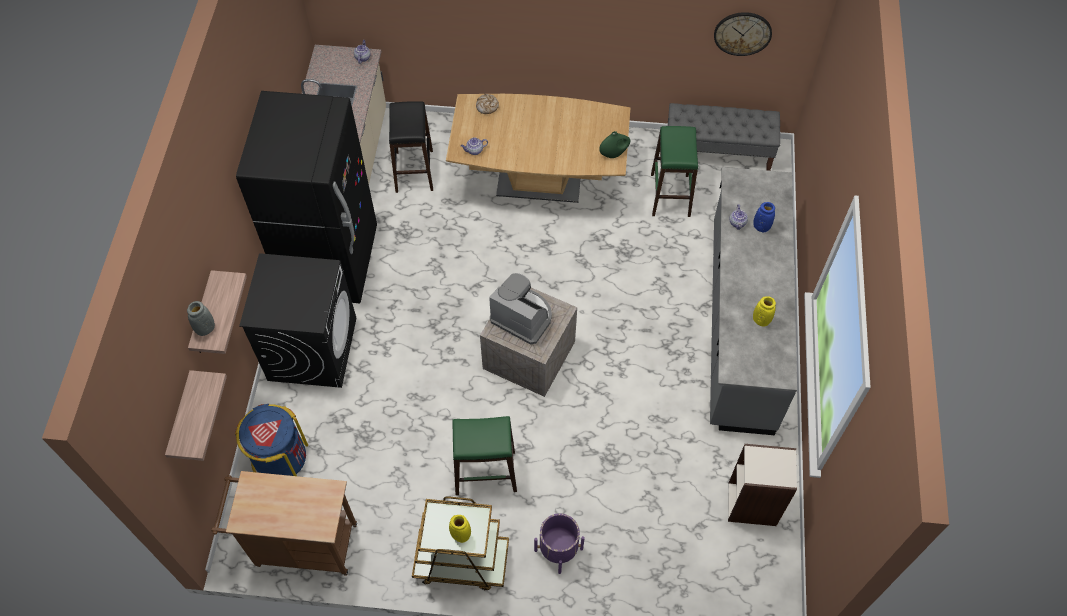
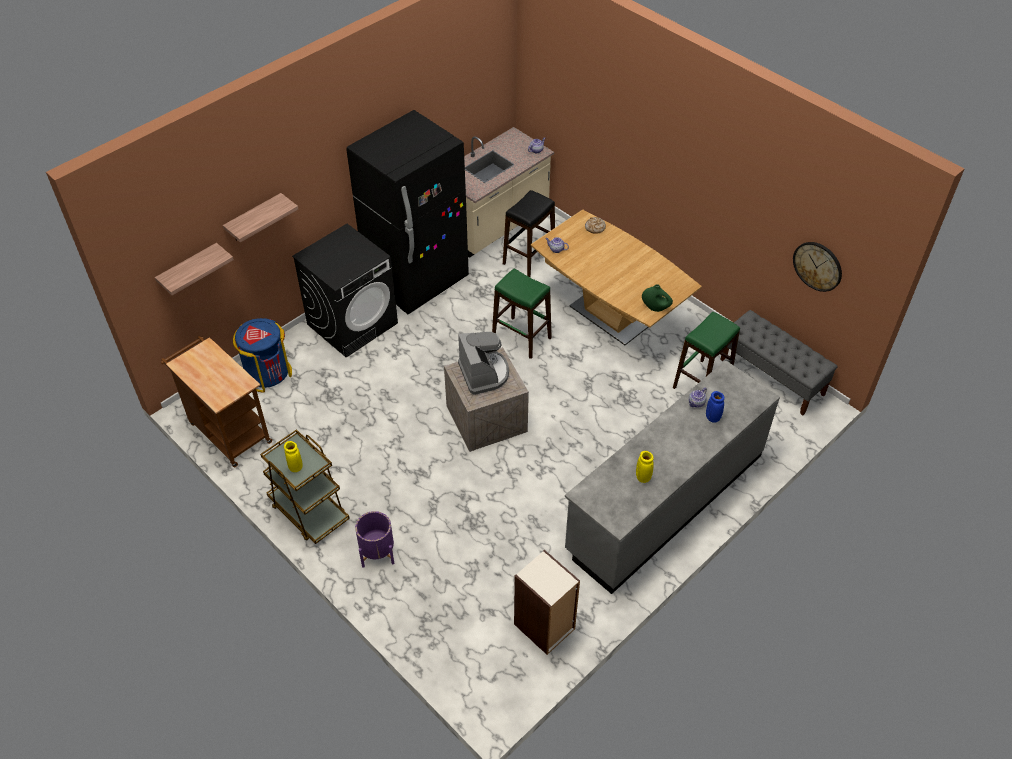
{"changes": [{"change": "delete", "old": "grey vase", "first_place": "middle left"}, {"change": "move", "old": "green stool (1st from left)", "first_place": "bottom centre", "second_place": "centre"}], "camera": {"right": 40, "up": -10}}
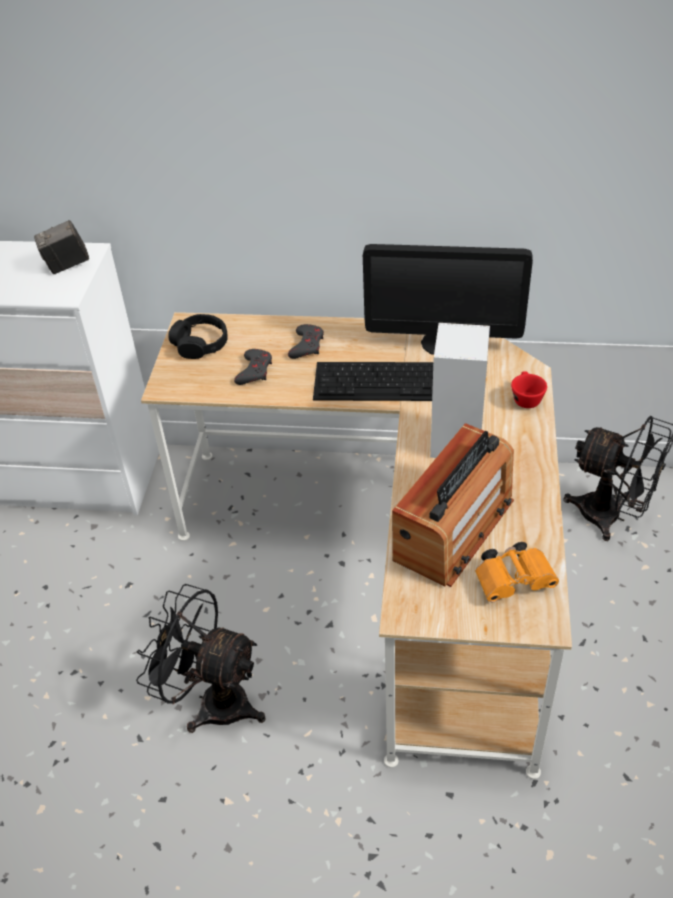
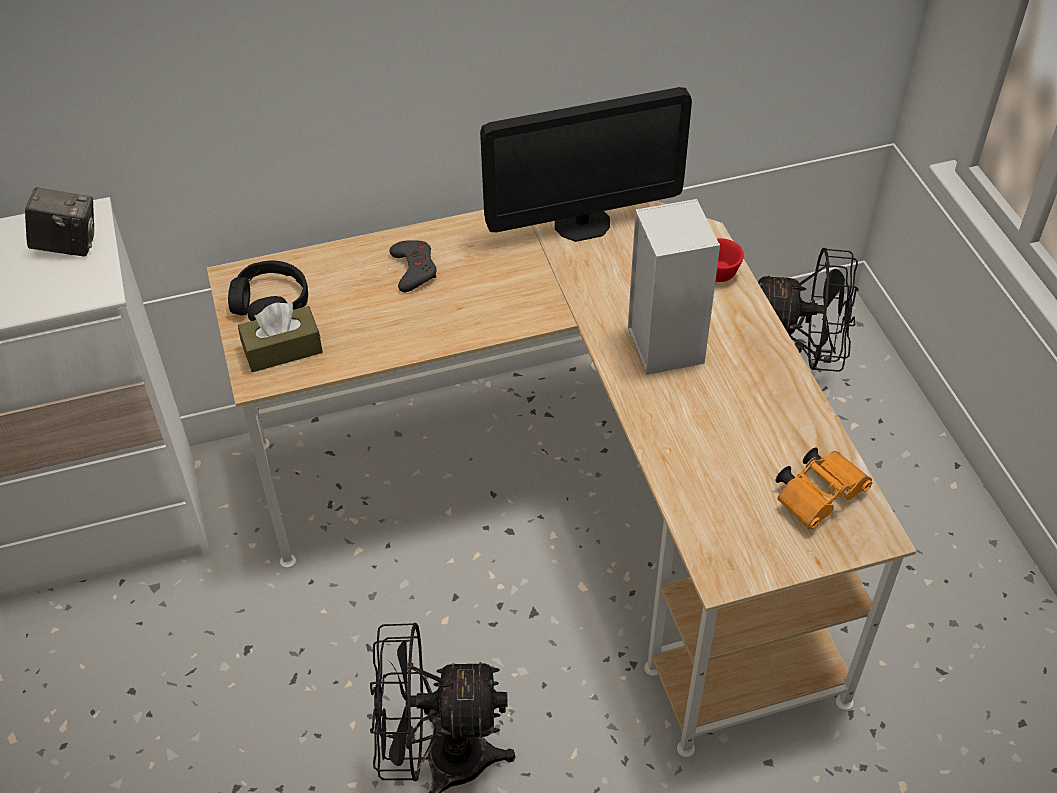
{"changes": [{"change": "delete", "old": "grey game controller (1st from left)", "first_place": "centre"}, {"change": "delete", "old": "keyboard", "first_place": "centre"}, {"change": "delete", "old": "radio", "first_place": "middle right"}, {"change": "insert", "new": "brown tissue box", "second_place": "middle left"}, {"change": "rotate", "old": "photo camera", "first_place": "top left", "second_place": "top left", "degrees": -135}], "camera": {"right": -25, "up": 5}}
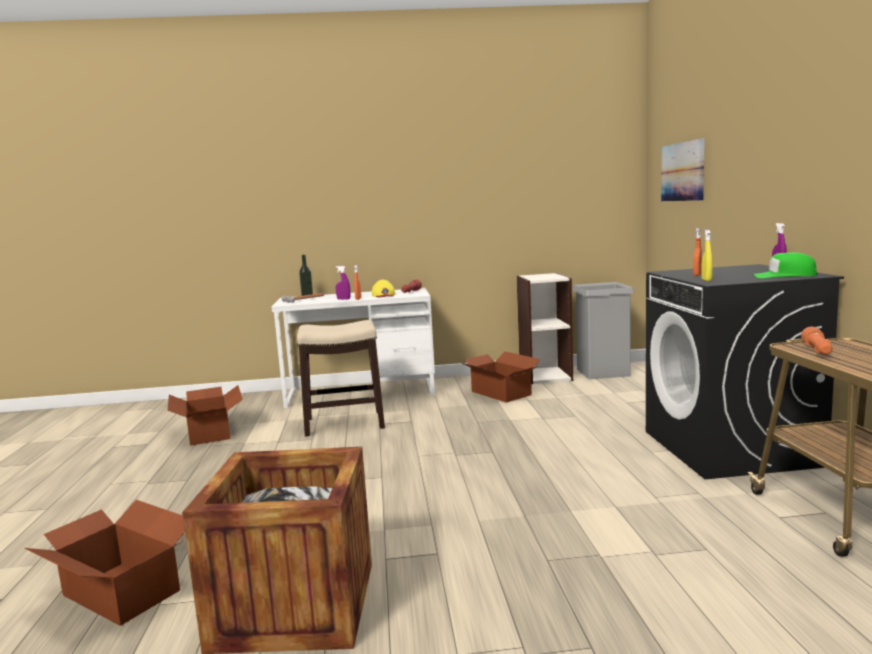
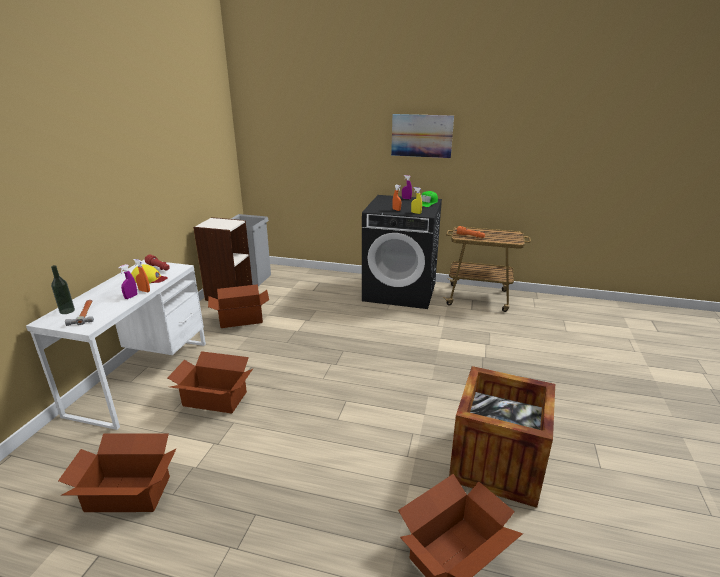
{"changes": [{"change": "move", "old": "picture", "first_place": "top right", "second_place": "top centre"}, {"change": "replace", "old": "stool", "new": "cardboard box (2nd from left)", "first_place": "centre", "second_place": "middle left"}], "camera": {"right": -70, "up": 15}}
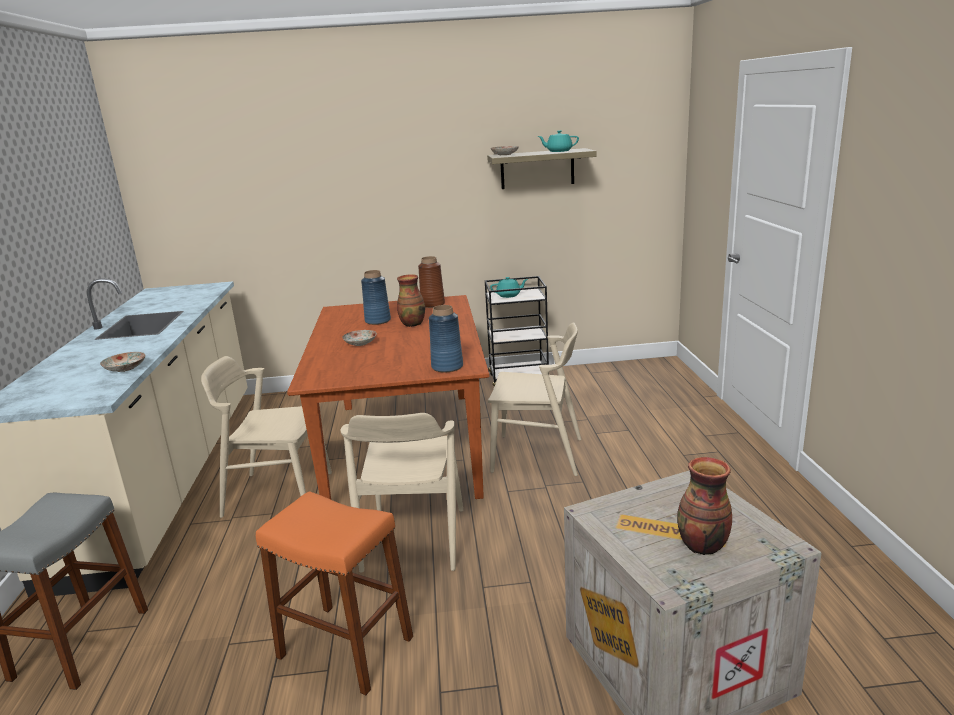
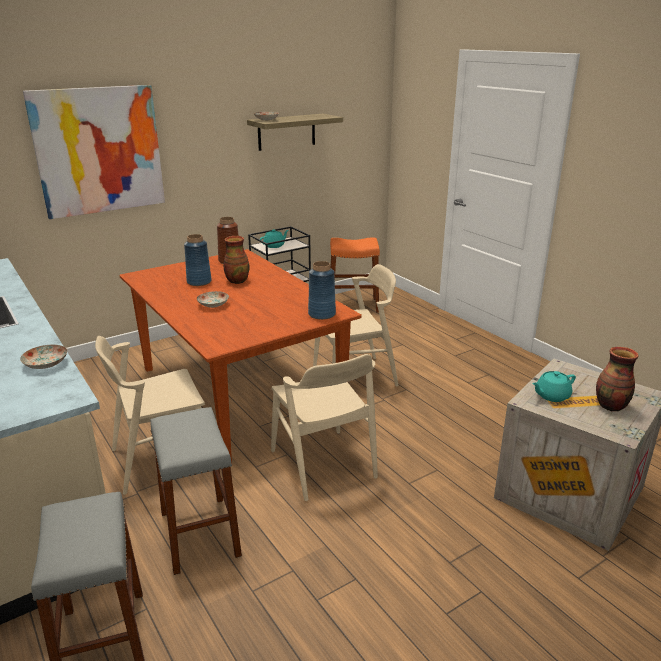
{"changes": [{"change": "insert", "new": "picture", "second_place": "top left"}, {"change": "insert", "new": "grey stool (2nd from left)", "second_place": "bottom left"}, {"change": "move", "old": "orange stool", "first_place": "bottom centre", "second_place": "centre"}, {"change": "move", "old": "turquoise teapot (2nd from left)", "first_place": "top centre", "second_place": "middle right"}], "camera": {"right": -30, "up": 5}}
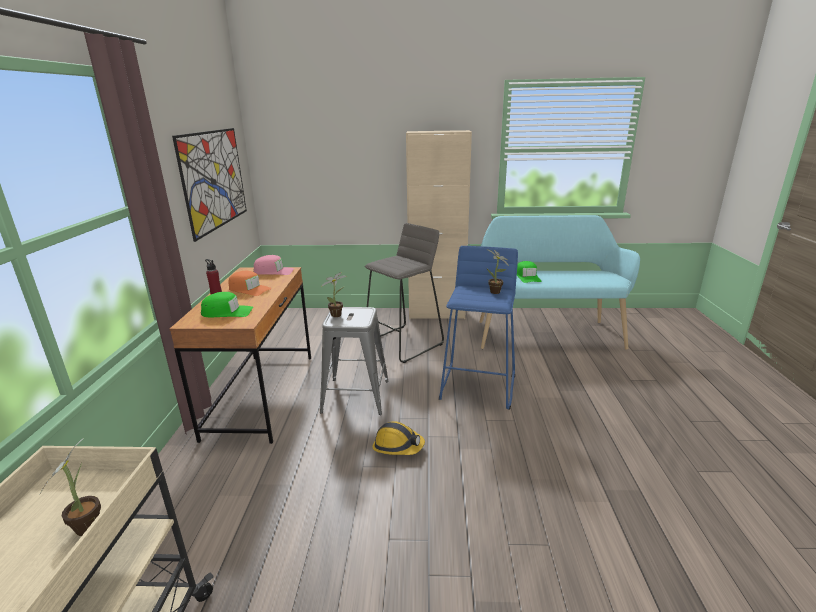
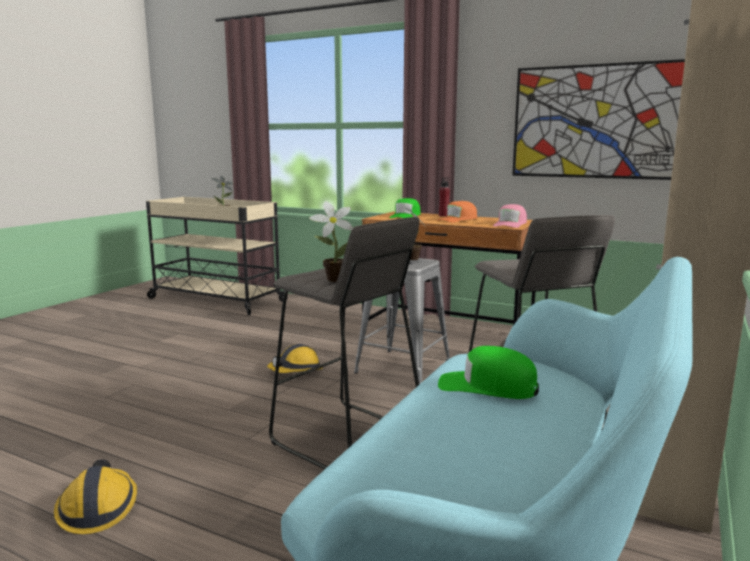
{"changes": [{"change": "insert", "new": "hard hat (1st from left)", "second_place": "bottom left"}, {"change": "recolor", "old": "blue stool", "new": "grey stool (1st from left)", "first_place": "centre", "second_place": "centre"}], "camera": {"right": 115, "up": -10}}
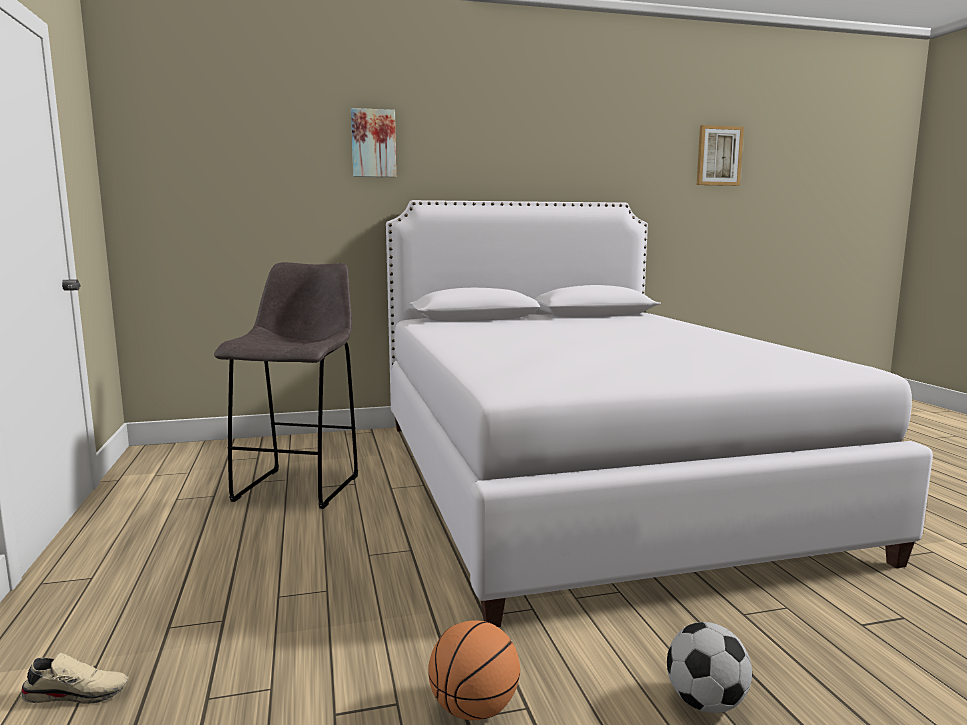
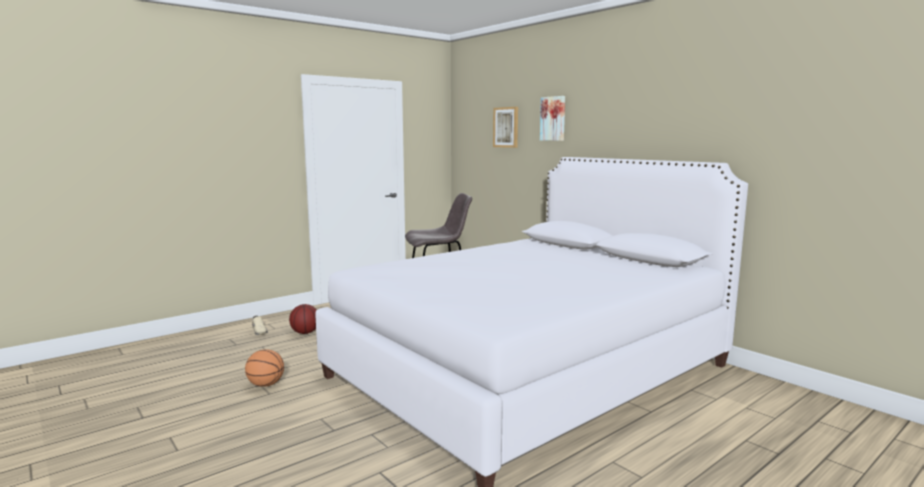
{"changes": [{"change": "delete", "old": "football", "first_place": "bottom right"}, {"change": "insert", "new": "basketball (2nd from left)", "second_place": "middle left"}, {"change": "move", "old": "picture (2nd from left in the first image)", "new": "picture (1st from left)", "first_place": "top right", "second_place": "top centre"}], "camera": {"right": 65, "up": 0}}
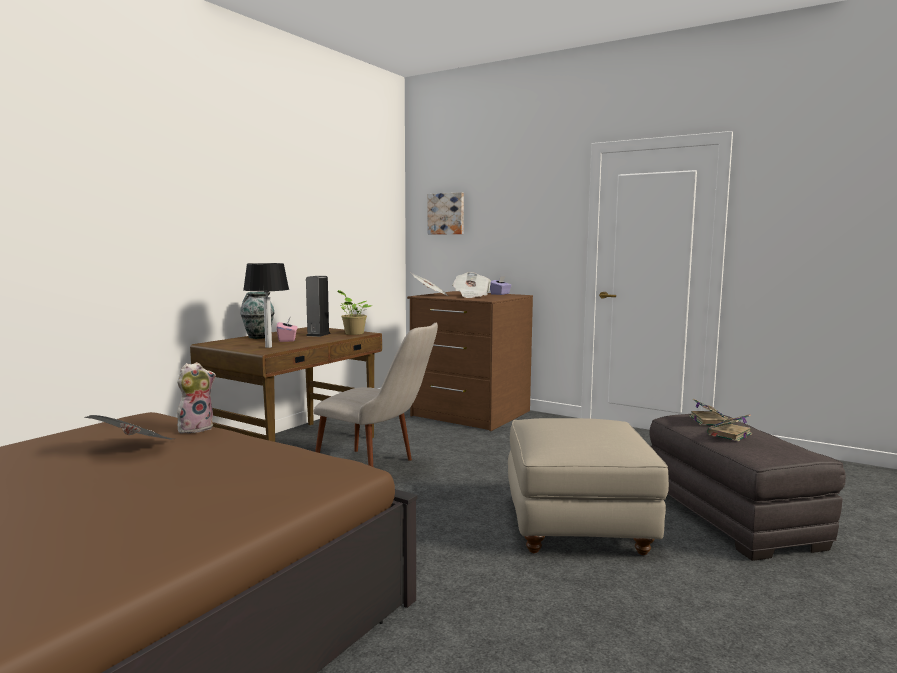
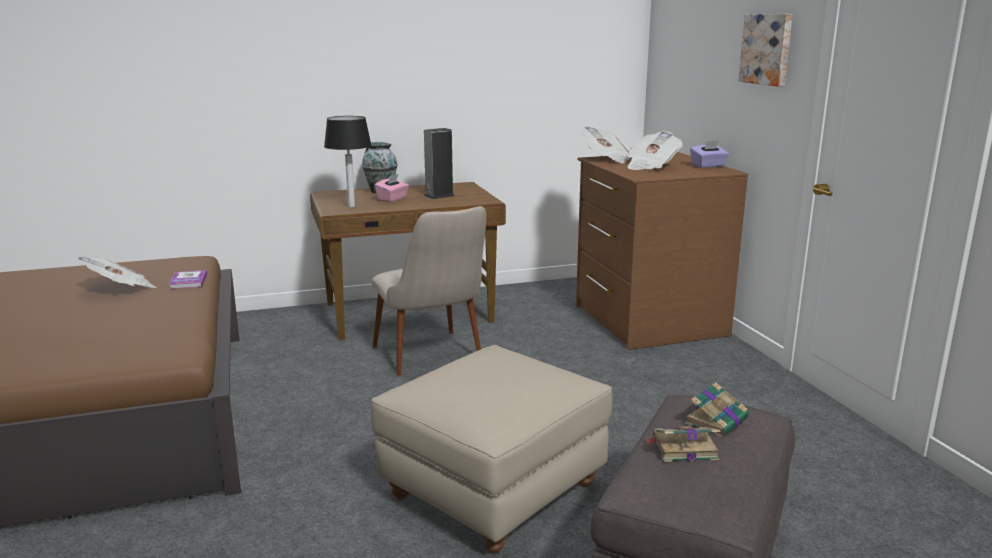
{"changes": [{"change": "delete", "old": "potted plant", "first_place": "centre"}, {"change": "move", "old": "picture", "first_place": "top centre", "second_place": "top right"}, {"change": "replace", "old": "plush toy", "new": "book (1st from left)", "first_place": "middle left", "second_place": "middle left"}], "camera": {"right": 40, "up": 10}}
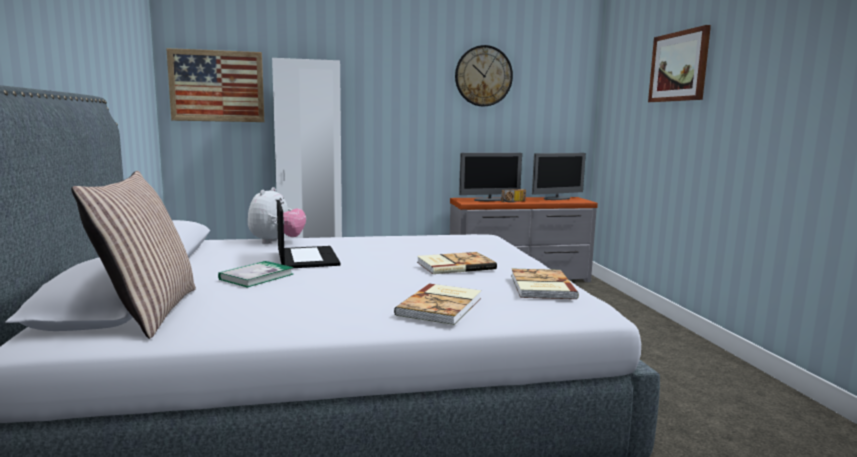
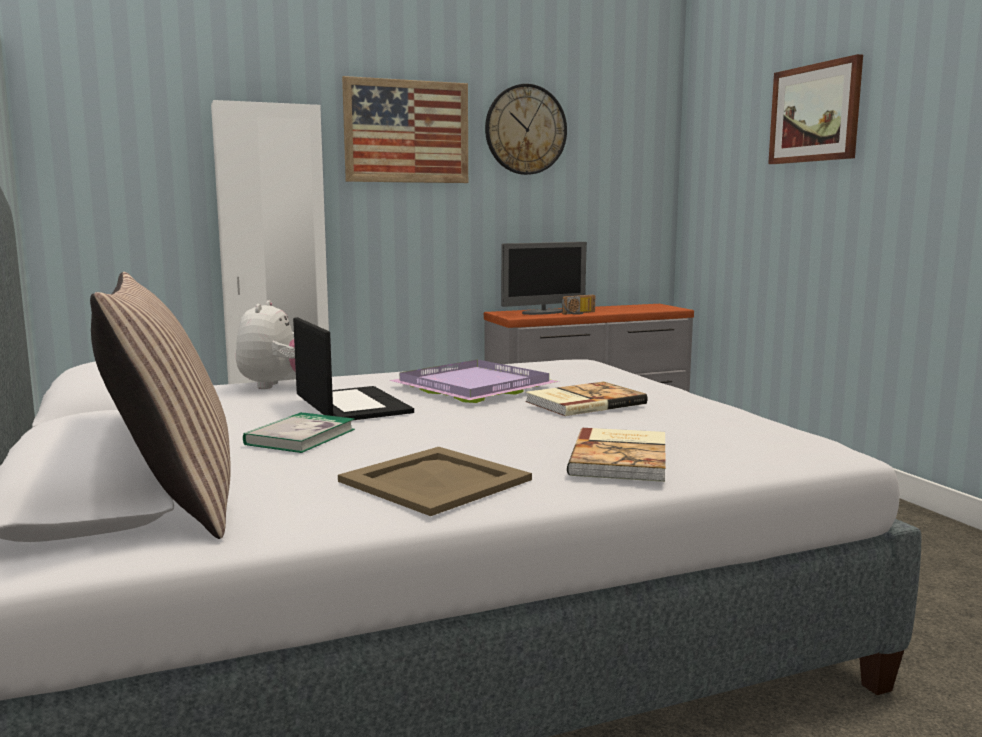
{"changes": [{"change": "delete", "old": "book (4th from left)", "first_place": "centre"}, {"change": "delete", "old": "monitor (2nd from left)", "first_place": "centre"}, {"change": "insert", "new": "beige tray", "second_place": "centre"}, {"change": "insert", "new": "purple tray", "second_place": "centre"}, {"change": "move", "old": "picture (1st from left)", "first_place": "top left", "second_place": "top centre"}], "camera": {"right": -10, "up": 0}}
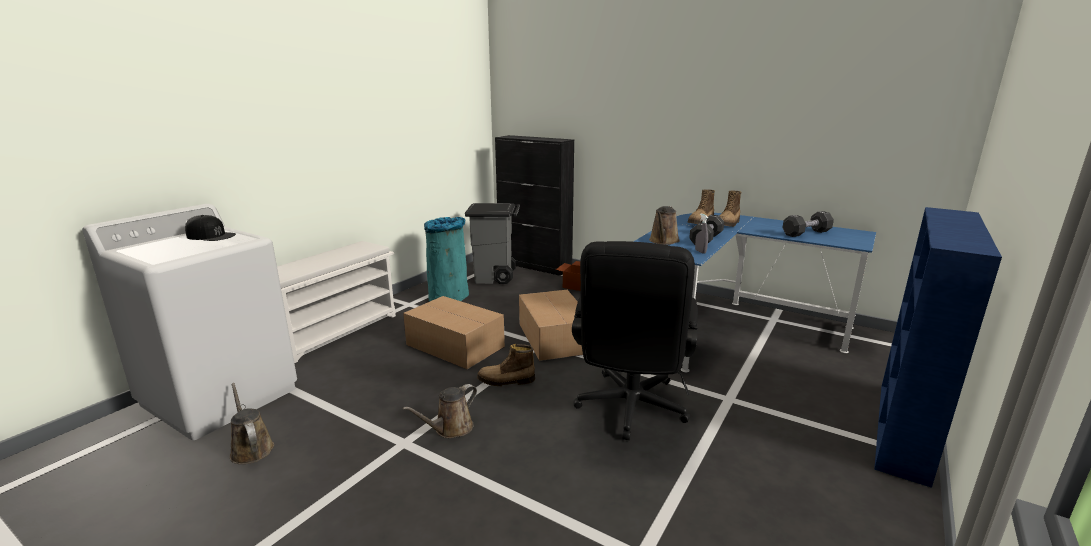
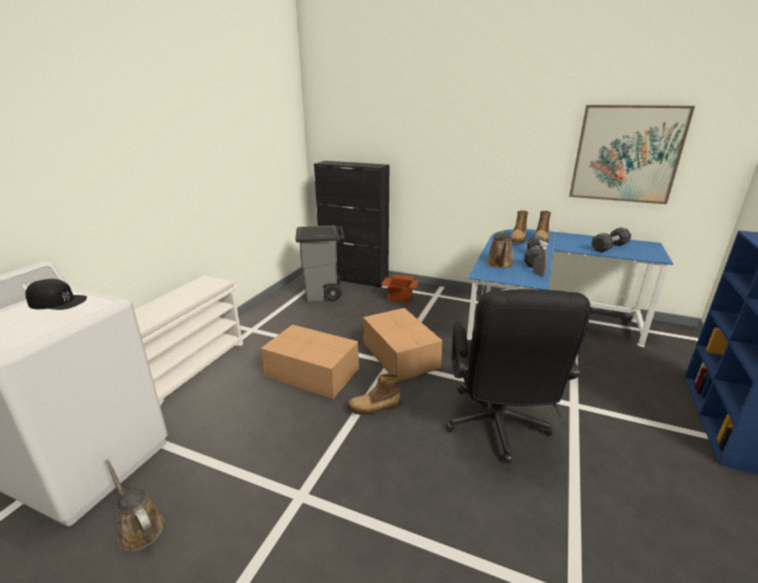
{"changes": [{"change": "delete", "old": "brown watering can (2nd from left)", "first_place": "bottom centre"}, {"change": "delete", "old": "turquoise trash can", "first_place": "centre"}, {"change": "insert", "new": "picture", "second_place": "top right"}], "camera": {"right": -10, "up": 5}}
